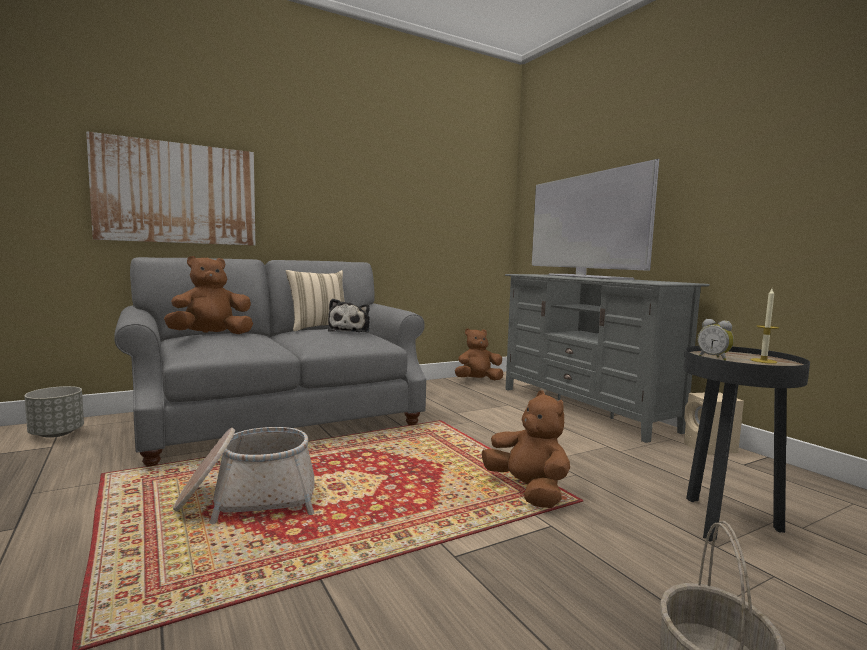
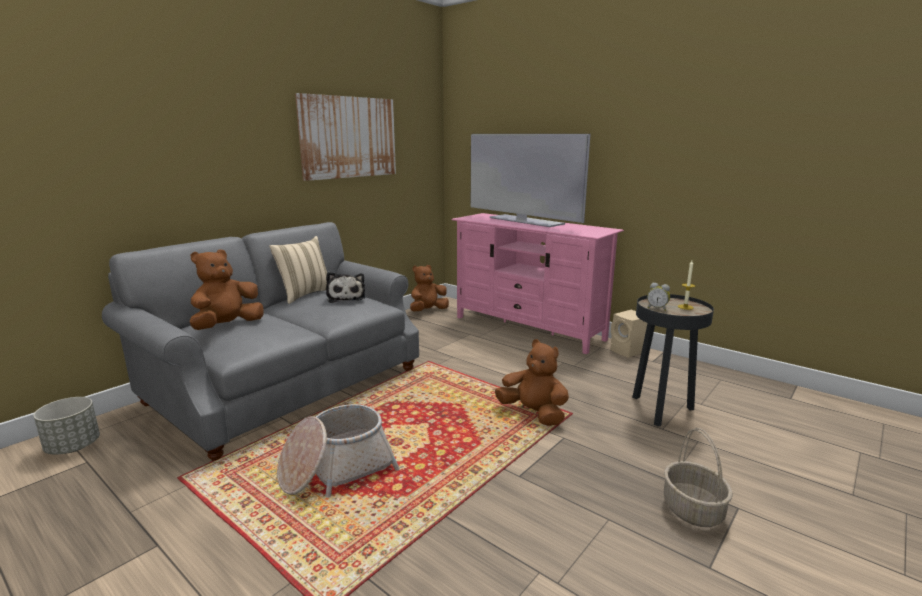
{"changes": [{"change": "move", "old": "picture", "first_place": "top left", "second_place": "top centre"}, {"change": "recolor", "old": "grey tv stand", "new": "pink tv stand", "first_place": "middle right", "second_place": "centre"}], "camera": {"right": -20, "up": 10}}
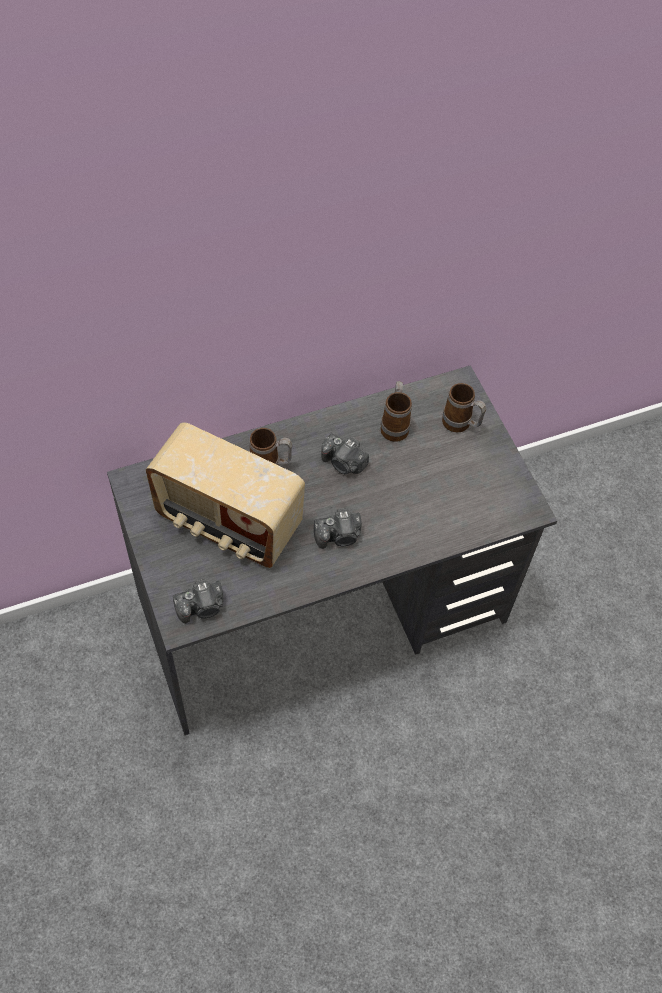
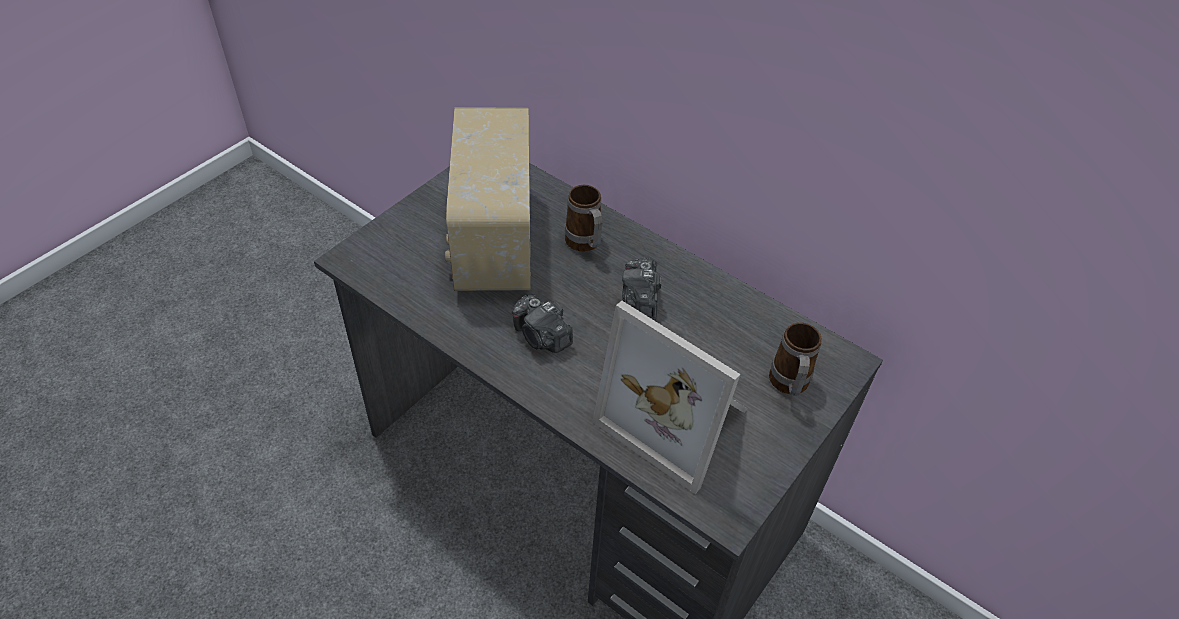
{"changes": [{"change": "delete", "old": "photo camera (1st from left)", "first_place": "middle left"}, {"change": "delete", "old": "mug (2nd from left)", "first_place": "centre"}, {"change": "insert", "new": "picture frame", "second_place": "centre"}], "camera": {"right": 60, "up": -10}}
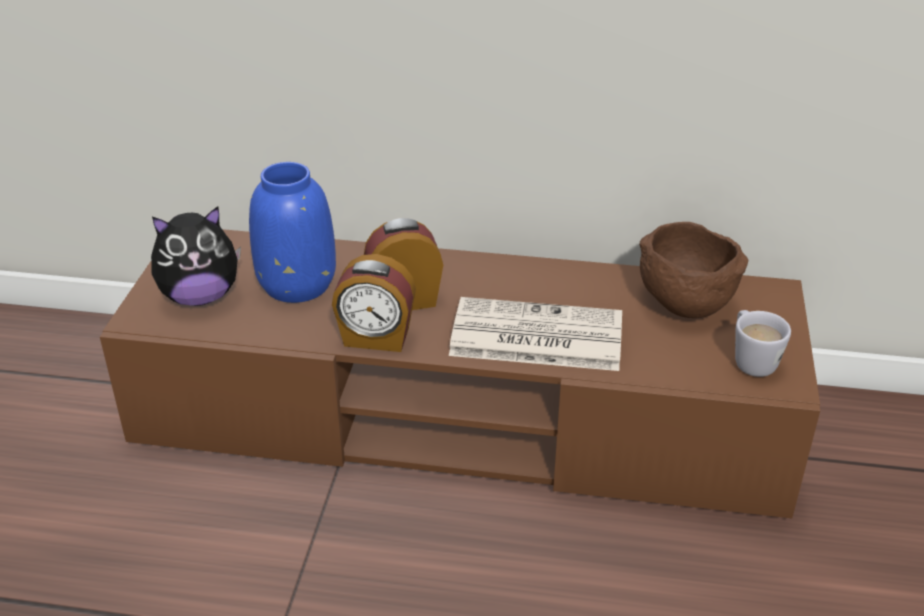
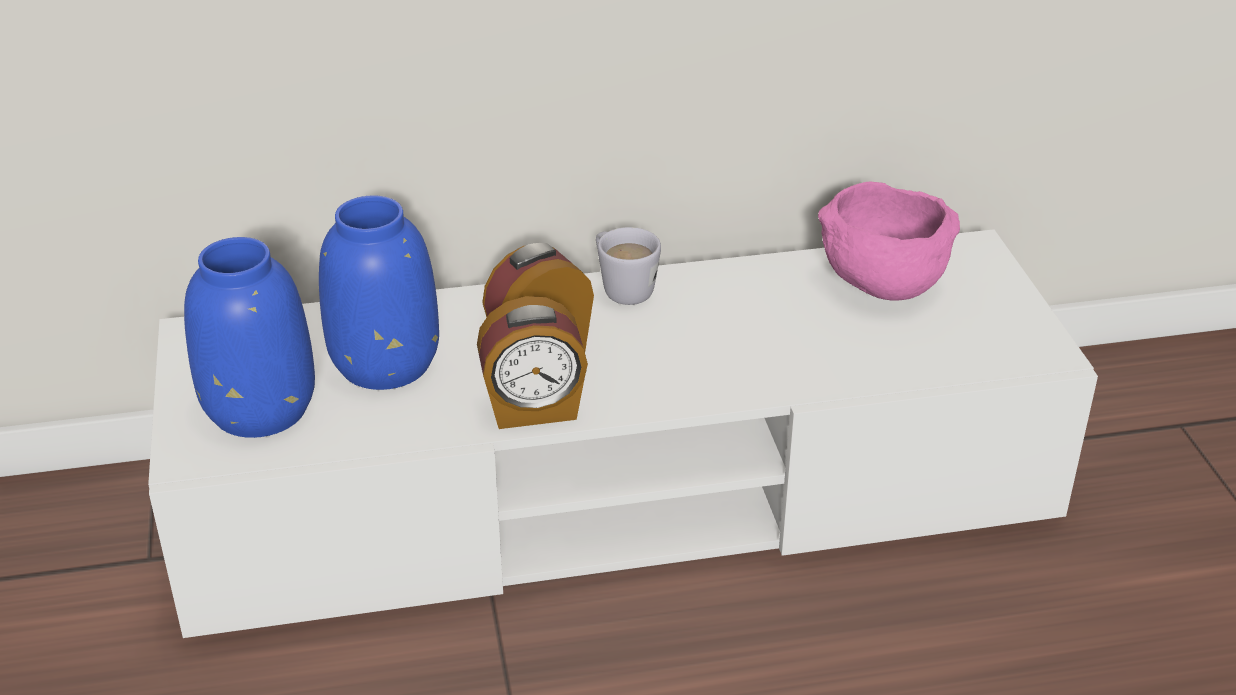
{"changes": [{"change": "delete", "old": "newspaper", "first_place": "centre"}, {"change": "move", "old": "white mug", "first_place": "middle right", "second_place": "centre"}, {"change": "replace", "old": "plush toy", "new": "blue vase (1st from left)", "first_place": "middle left", "second_place": "middle left"}, {"change": "recolor", "old": "brown tv stand", "new": "white tv stand", "first_place": "centre", "second_place": "centre"}, {"change": "recolor", "old": "brown bowl", "new": "pink bowl", "first_place": "middle right", "second_place": "middle right"}], "camera": {"right": -20, "up": 0}}
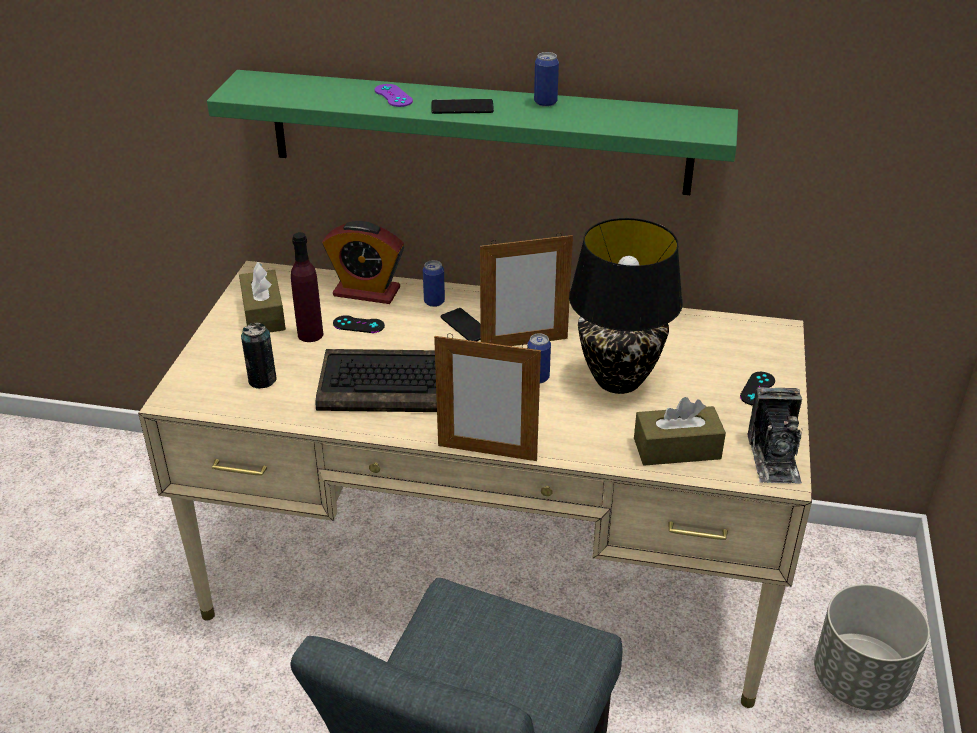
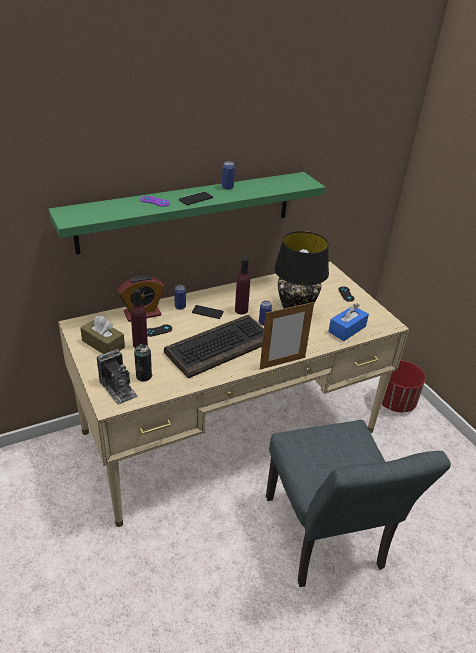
{"changes": [{"change": "move", "old": "photo camera", "first_place": "middle right", "second_place": "middle left"}, {"change": "replace", "old": "picture frame (2nd from left)", "new": "purple bottle (2nd from left)", "first_place": "centre", "second_place": "centre"}, {"change": "recolor", "old": "brown tissue box (2nd from left)", "new": "blue tissue box", "first_place": "middle right", "second_place": "middle right"}, {"change": "recolor", "old": "grey planter", "new": "red planter", "first_place": "bottom right", "second_place": "middle right"}], "camera": {"right": -40, "up": 0}}
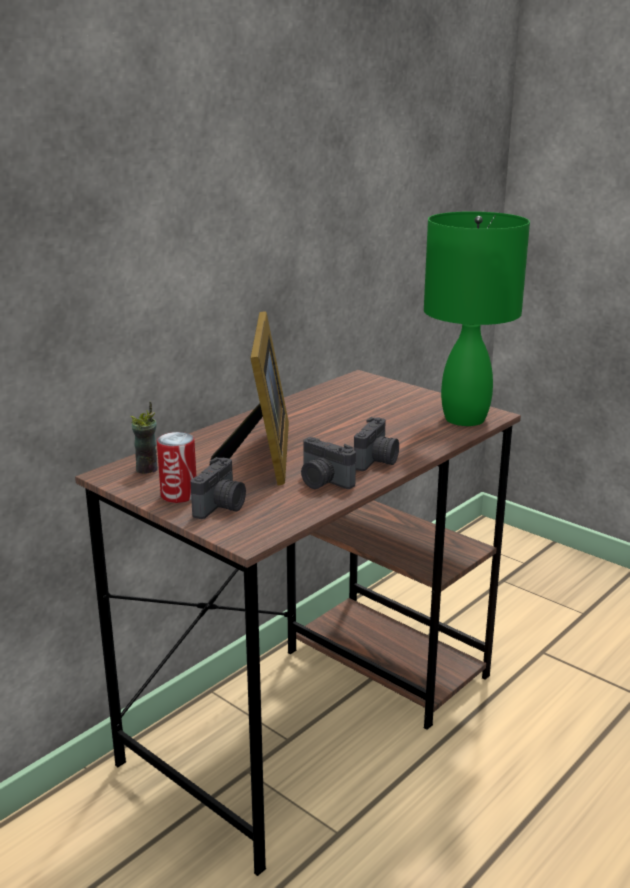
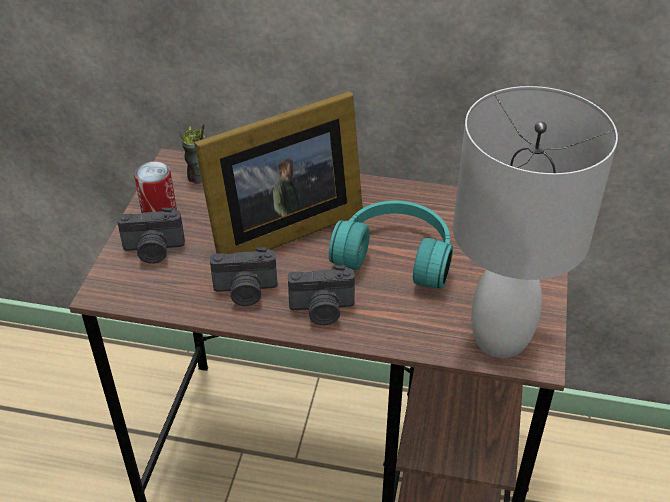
{"changes": [{"change": "insert", "new": "turquoise headphones", "second_place": "centre"}, {"change": "recolor", "old": "green table lamp", "new": "white table lamp", "first_place": "middle right", "second_place": "middle right"}, {"change": "rotate", "old": "photo camera (2nd from left)", "first_place": "centre", "second_place": "centre", "degrees": -105}], "camera": {"right": 60, "up": 20}}
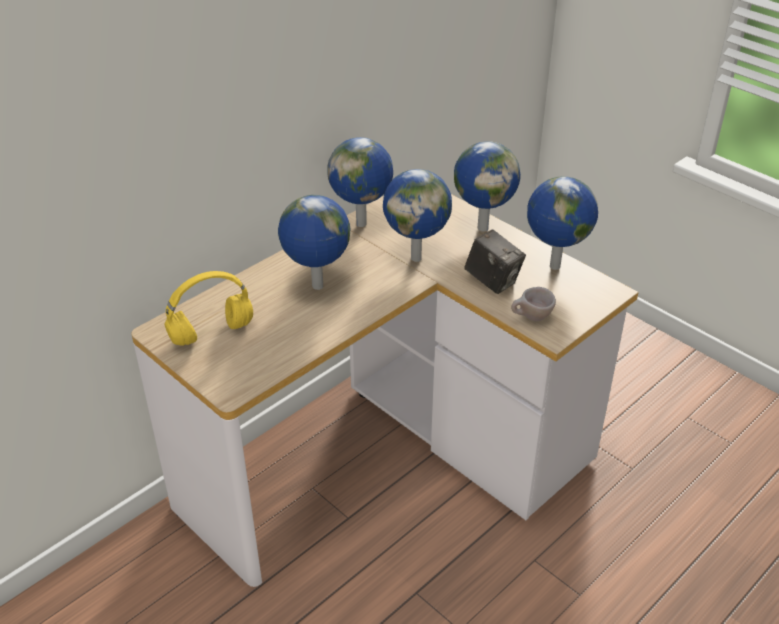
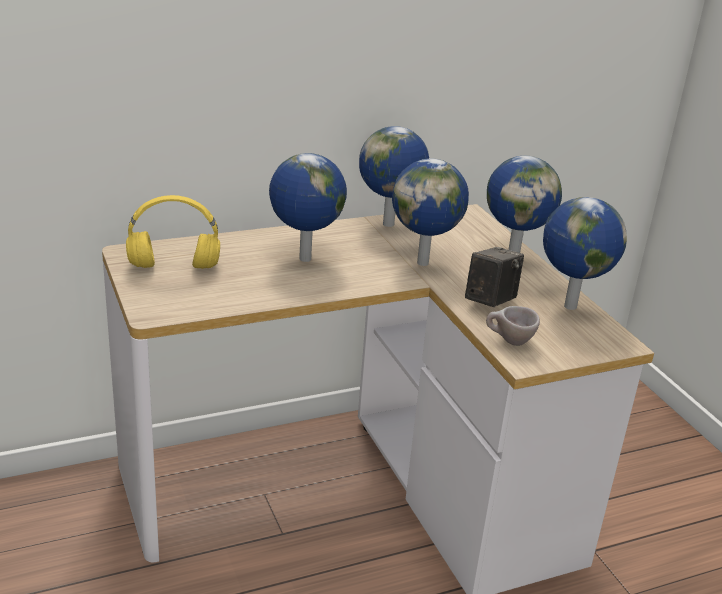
{"changes": [{"change": "rotate", "old": "photo camera", "first_place": "centre", "second_place": "middle right", "degrees": -120}], "camera": {"right": 20, "up": -10}}
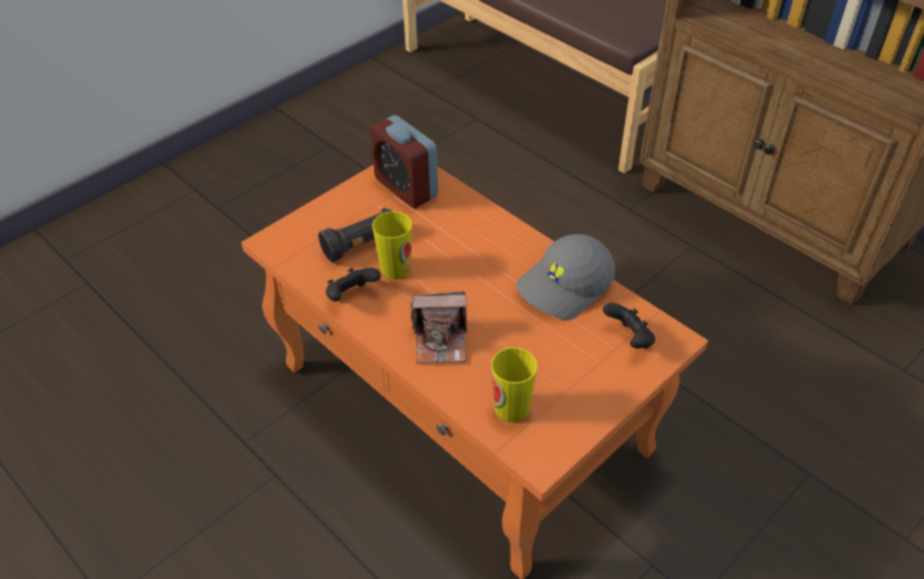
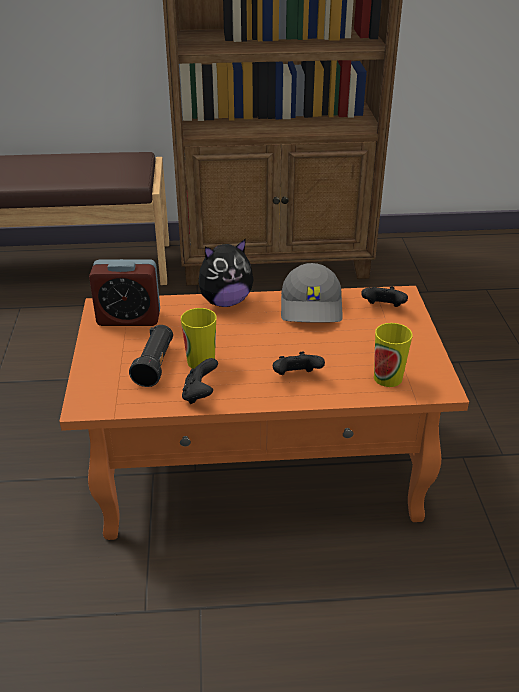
{"changes": [{"change": "insert", "new": "plush toy", "second_place": "centre"}, {"change": "replace", "old": "photo camera", "new": "black game controller (2nd from left)", "first_place": "centre", "second_place": "centre"}], "camera": {"right": -50, "up": -10}}
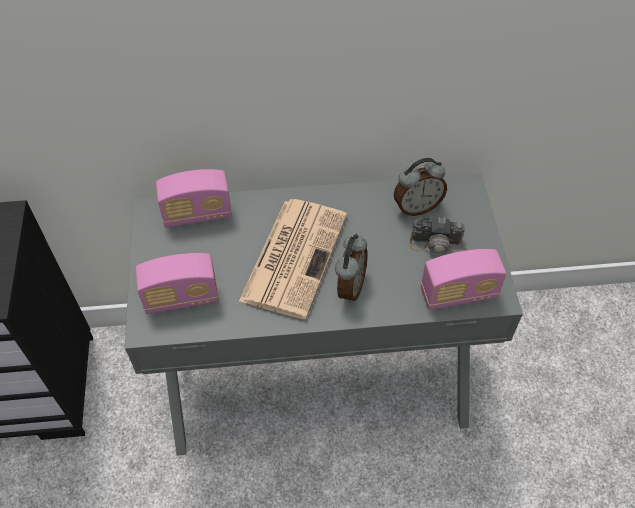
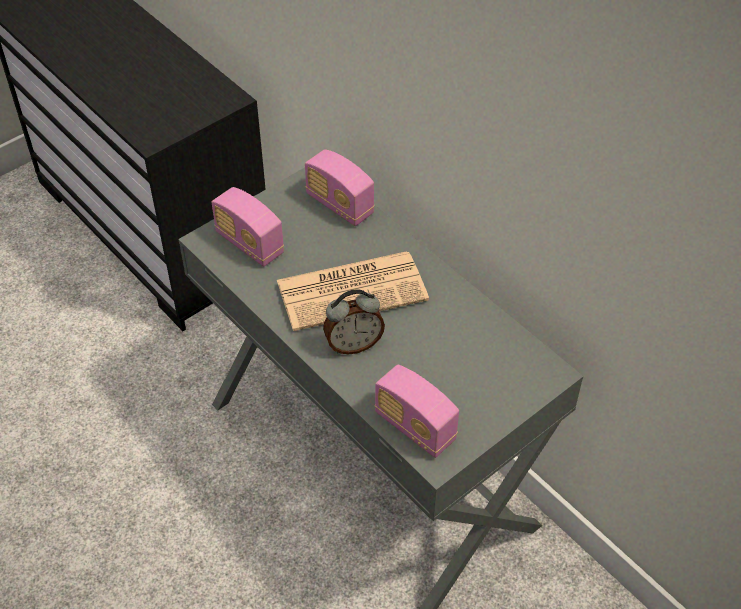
{"changes": [{"change": "delete", "old": "alarm clock (2nd from left)", "first_place": "centre"}, {"change": "delete", "old": "photo camera", "first_place": "middle right"}], "camera": {"right": 55, "up": -5}}
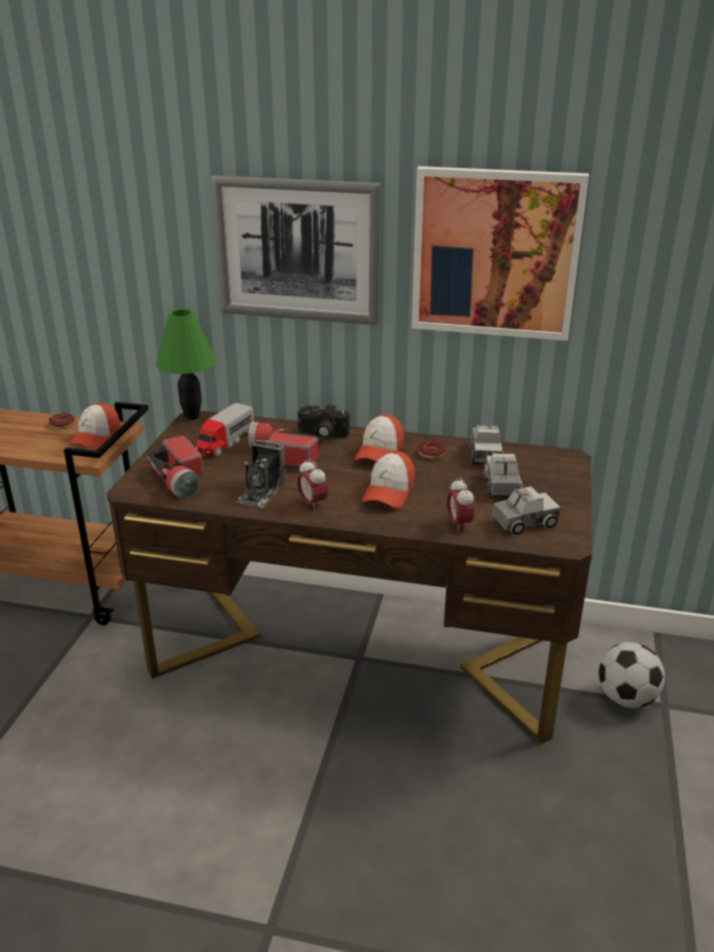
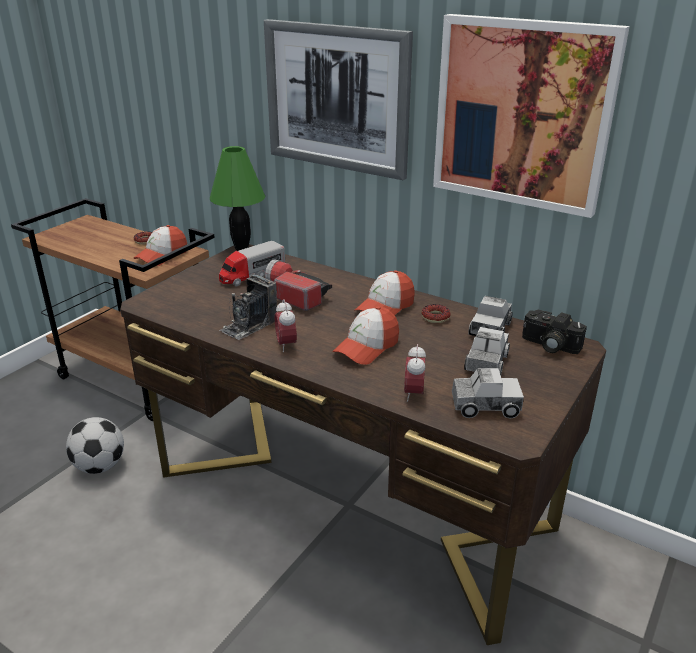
{"changes": [{"change": "delete", "old": "flashlight (1st from left)", "first_place": "middle left"}, {"change": "move", "old": "photo camera (2nd from left)", "first_place": "centre", "second_place": "middle right"}, {"change": "move", "old": "football", "first_place": "bottom right", "second_place": "bottom left"}], "camera": {"right": 20, "up": 0}}
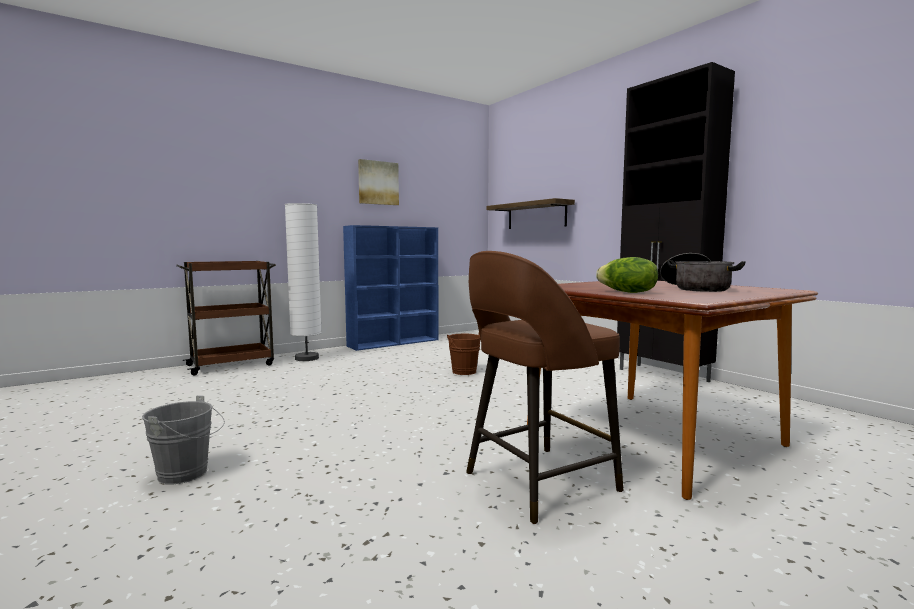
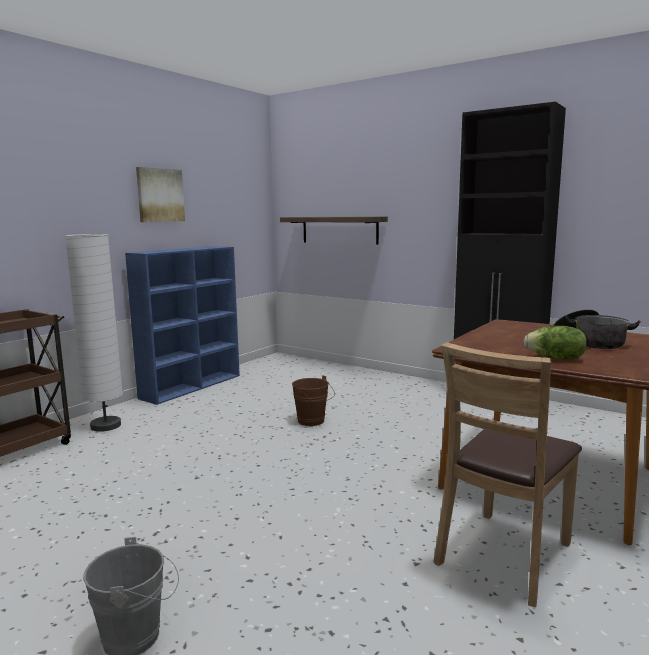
{"changes": [{"change": "replace", "old": "brown stool", "new": "brown chair", "first_place": "centre", "second_place": "bottom right"}], "camera": {"right": -20, "up": 5}}
